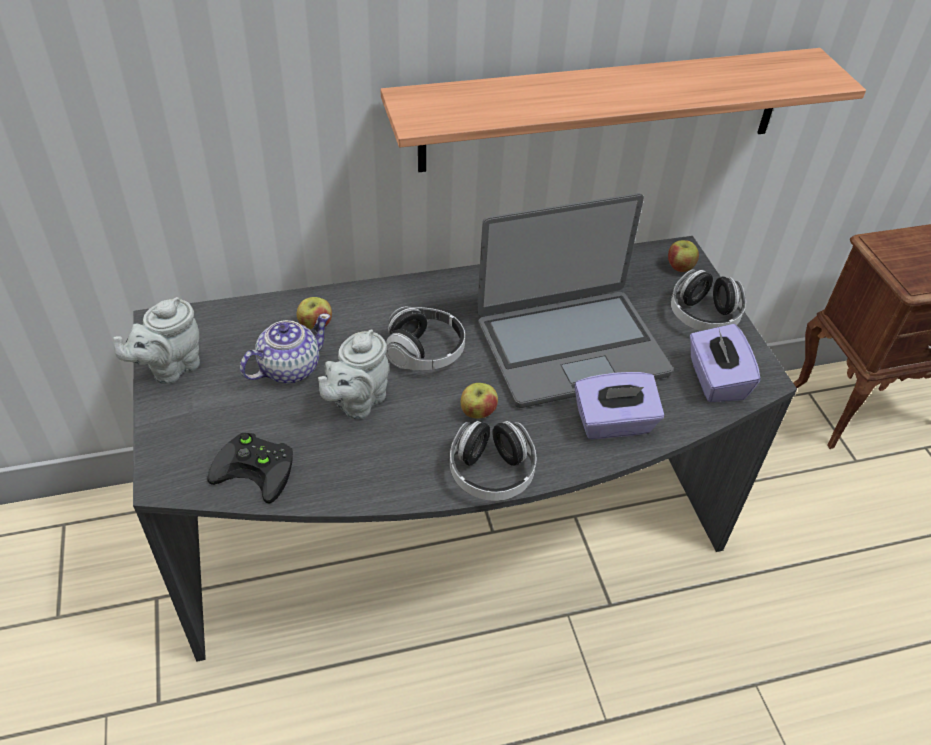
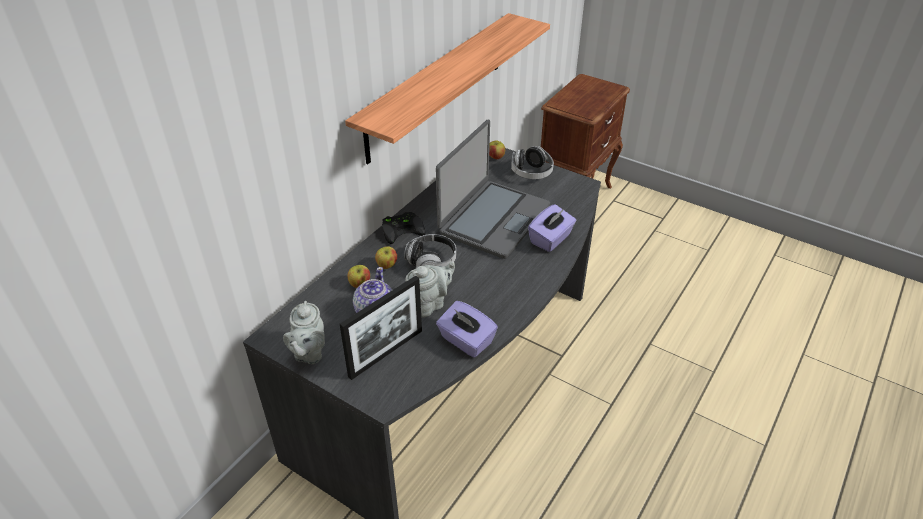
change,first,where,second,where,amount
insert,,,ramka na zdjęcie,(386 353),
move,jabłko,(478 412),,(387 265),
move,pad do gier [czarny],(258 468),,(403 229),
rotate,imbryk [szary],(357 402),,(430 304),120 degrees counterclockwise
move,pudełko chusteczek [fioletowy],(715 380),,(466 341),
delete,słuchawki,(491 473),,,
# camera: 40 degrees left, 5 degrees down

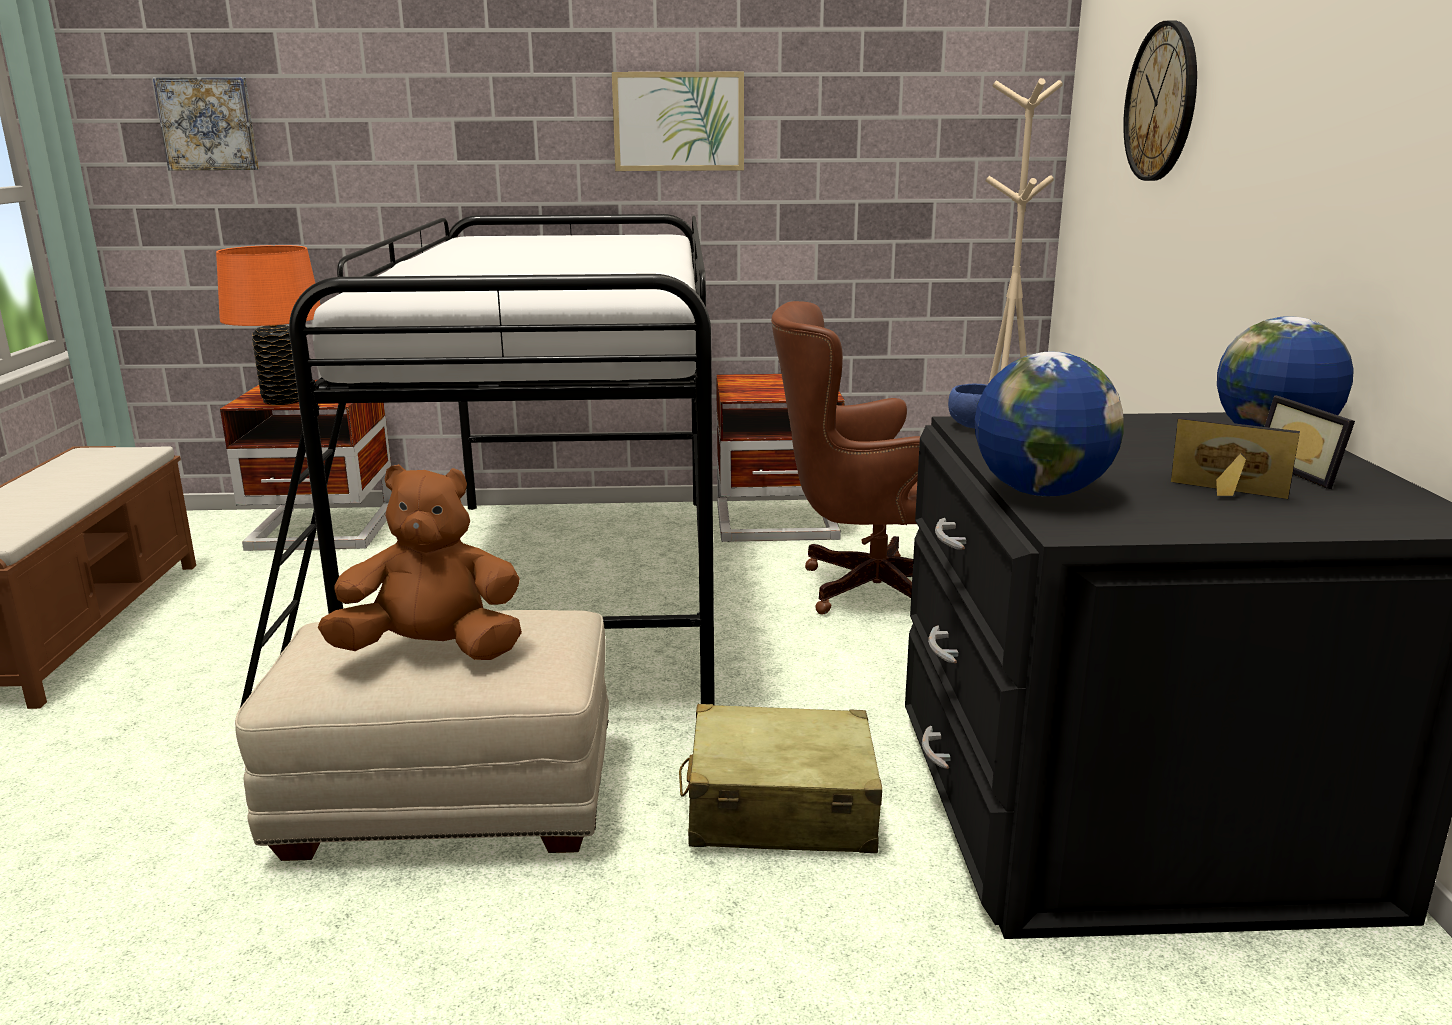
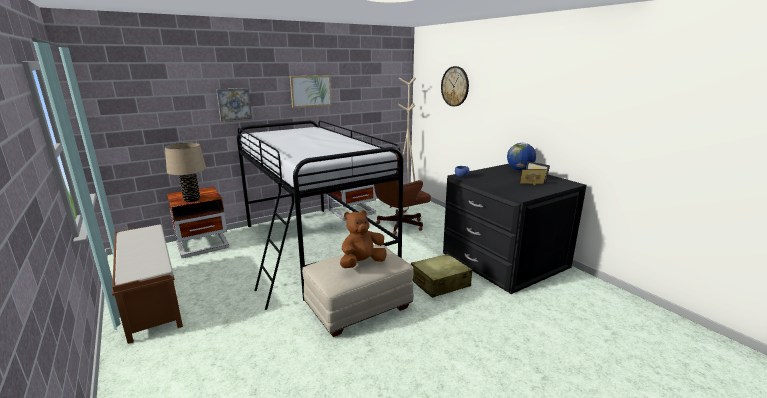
change,first,where,second,where,amount
recolor,lampa stołowa [pomarańczowy],(284 400),lampa stołowa [beżowy],(192 200),
move,obraz,(208 124),,(234 104),
delete,globus,(1040 493),,,
# camera: 30 degrees left, 0 degrees up

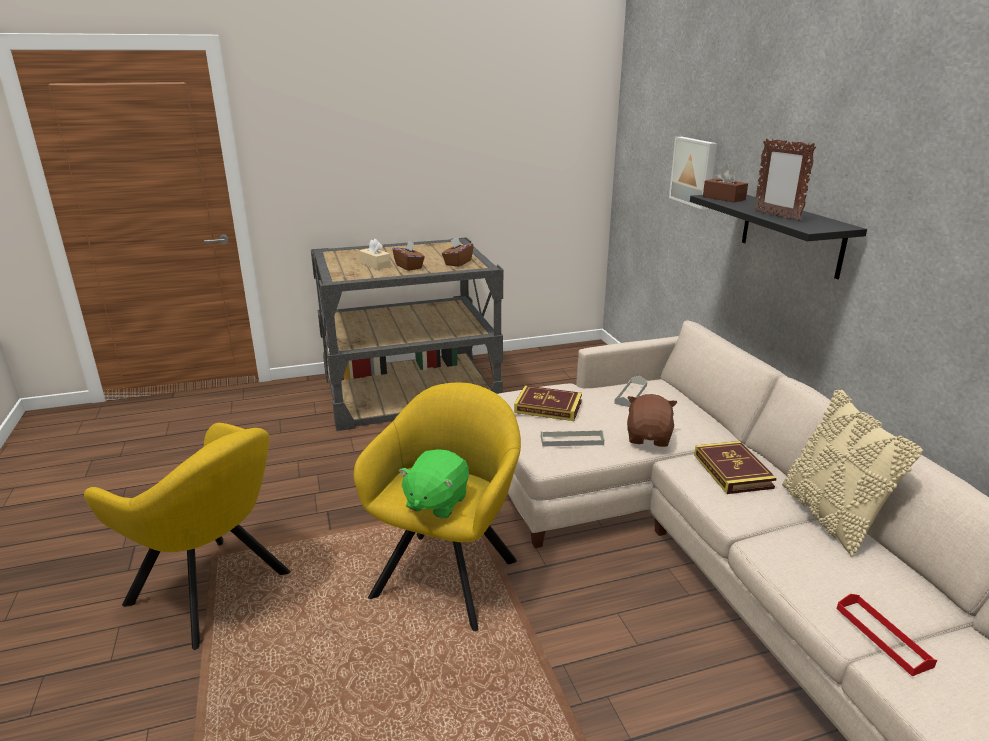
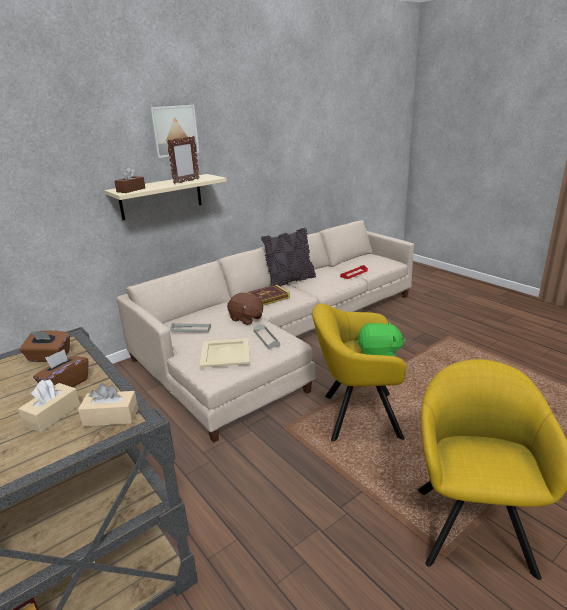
change,first,where,second,where,amount
insert,,,pudełko chusteczek [beżowy],(111 417),
recolor,półka [czarny],(791 234),półka [beżowy],(161 196),
move,obraz,(694 172),,(173 130),
replace,książka,(548 407),taca [beżowy],(225 353),
rotate,pluszak [brązowy],(649 437),,(246 318),135 degrees counterclockwise
recolor,poduszka [beżowy],(830 517),poduszka [czarny],(290 281),
# camera: 110 degrees left, 0 degrees up

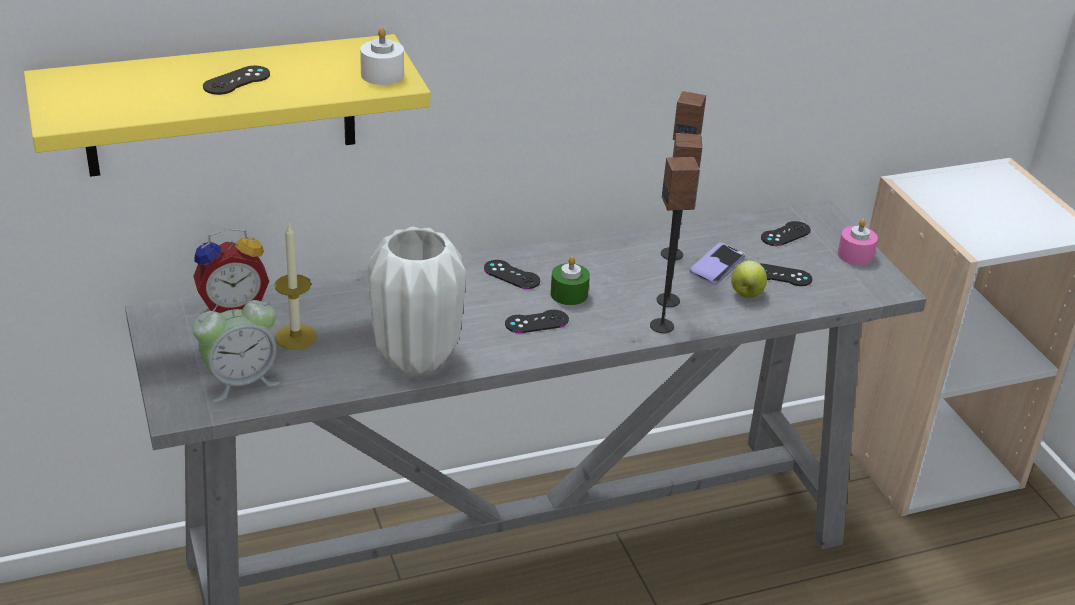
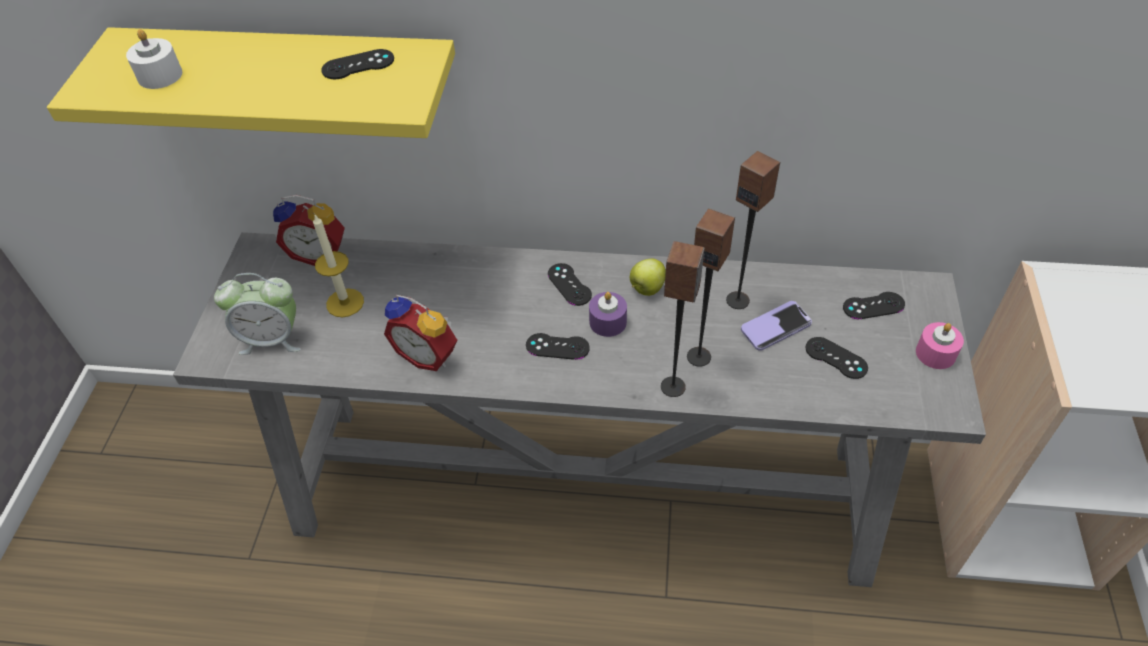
change,first,where,second,where,amount
move,świeca [biały],(382 75),,(160 75),
move,pad do gier [czarny],(236 81),,(358 65),
replace,wazon [biały],(417 356),budzik,(429 354),
recolor,świeca [zielony],(569 294),świeca [fioletowy],(608 322),
move,jabłko,(746 294),,(646 289),
# camera: 30 degrees right, 15 degrees up

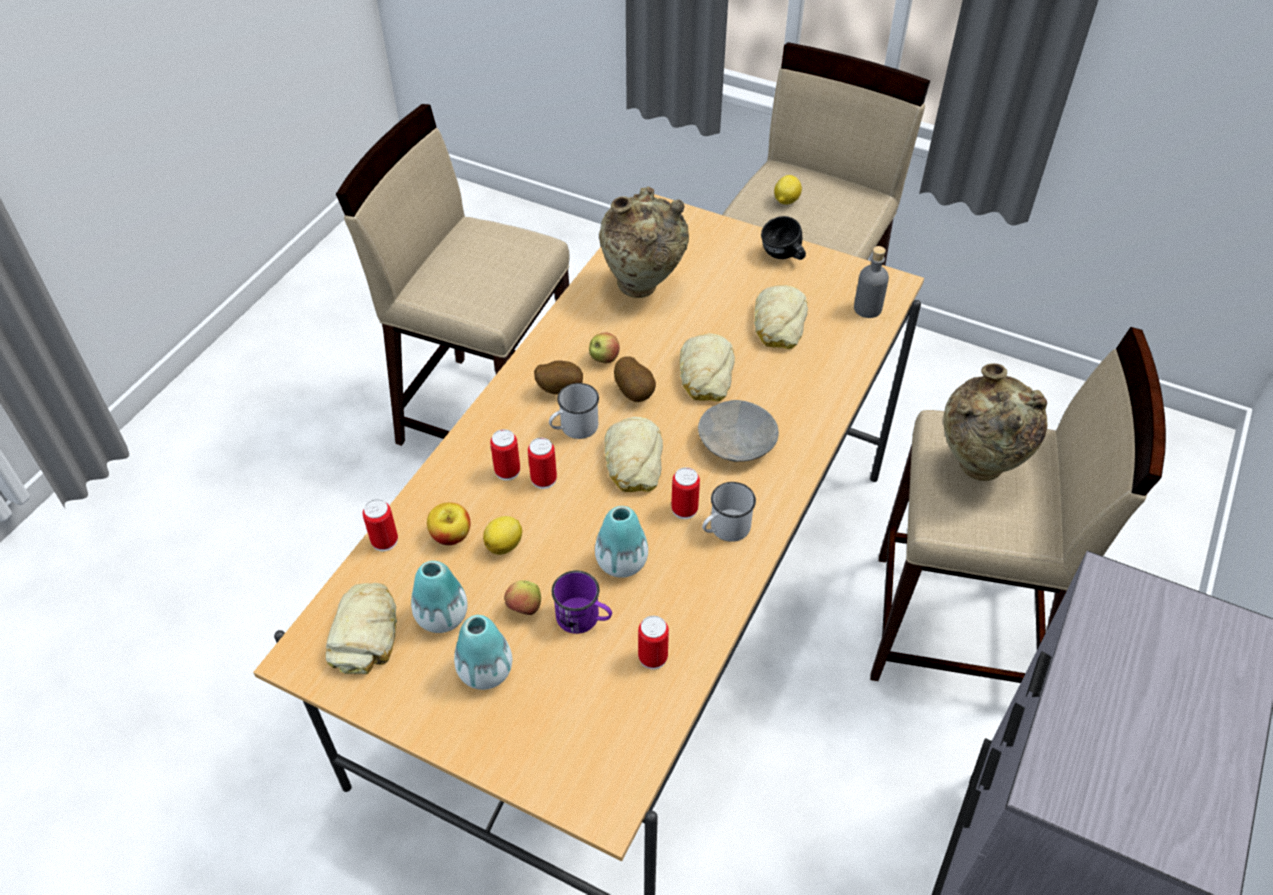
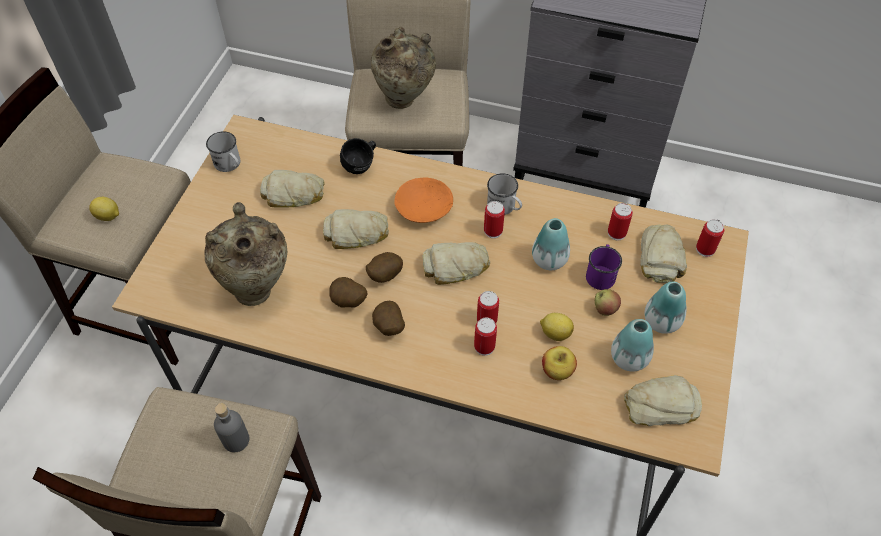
change,first,where,second,where,amount
move,kubek [biały],(574 428),,(230 165),
move,butelka [szary],(867 308),,(236 440),
replace,jabłko,(604 359),ziemniak,(348 302),
move,kubek [czarny],(782 257),,(362 166),
recolor,miska [szary],(736 443),miska [pomarańczowy],(424 208),
insert,,,chleb,(661 257),
move,puszka,(384 541),,(705 249),
# camera: 100 degrees left, 5 degrees up

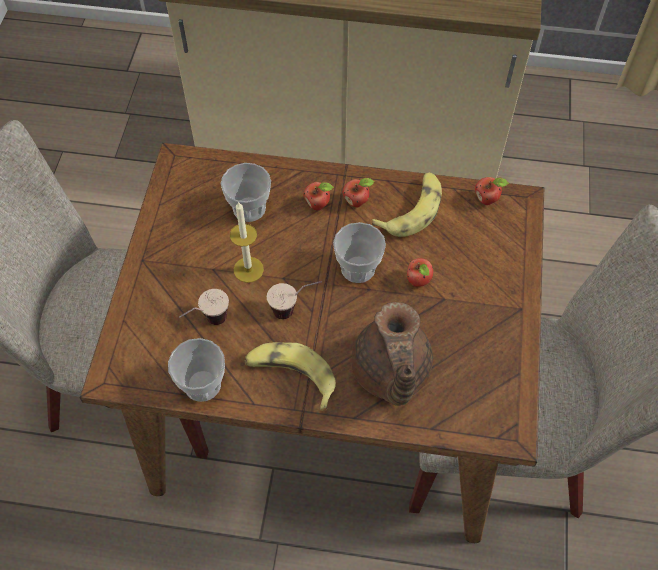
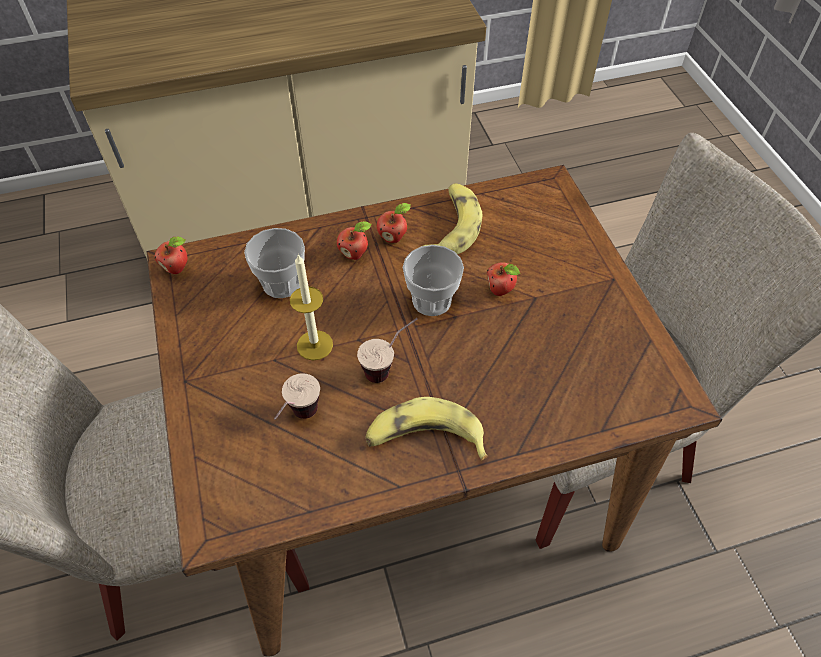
change,first,where,second,where,amount
move,jabłko,(487 200),,(178 268),
delete,filiżanka,(202 384),,,
delete,imbryk [brązowy],(390 373),,,
# camera: 25 degrees left, 5 degrees down

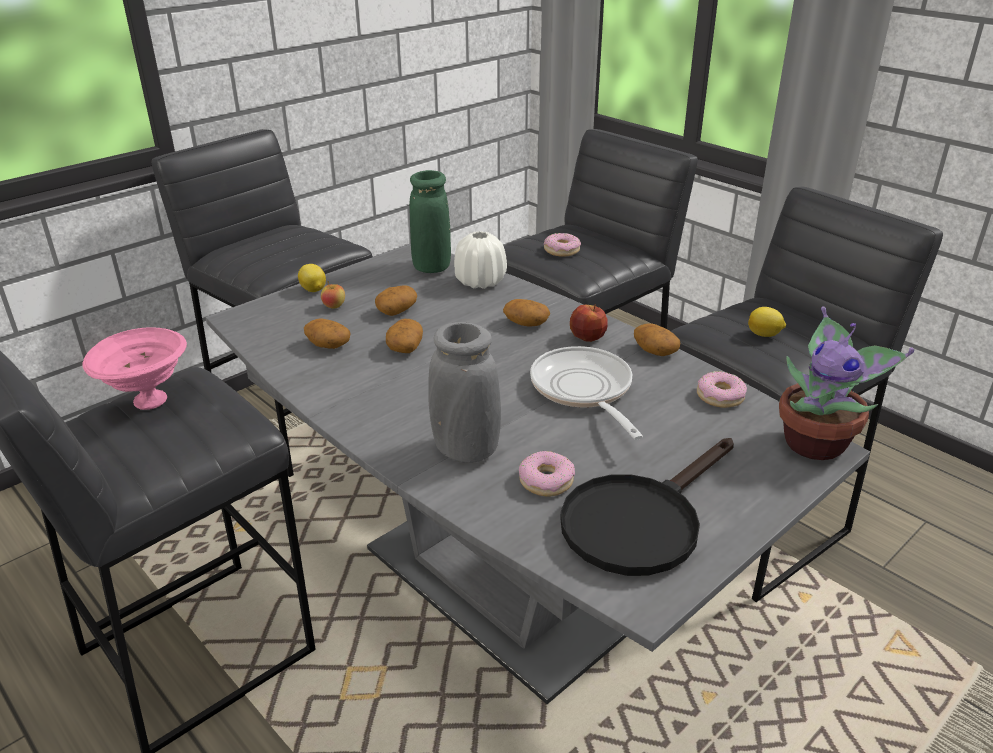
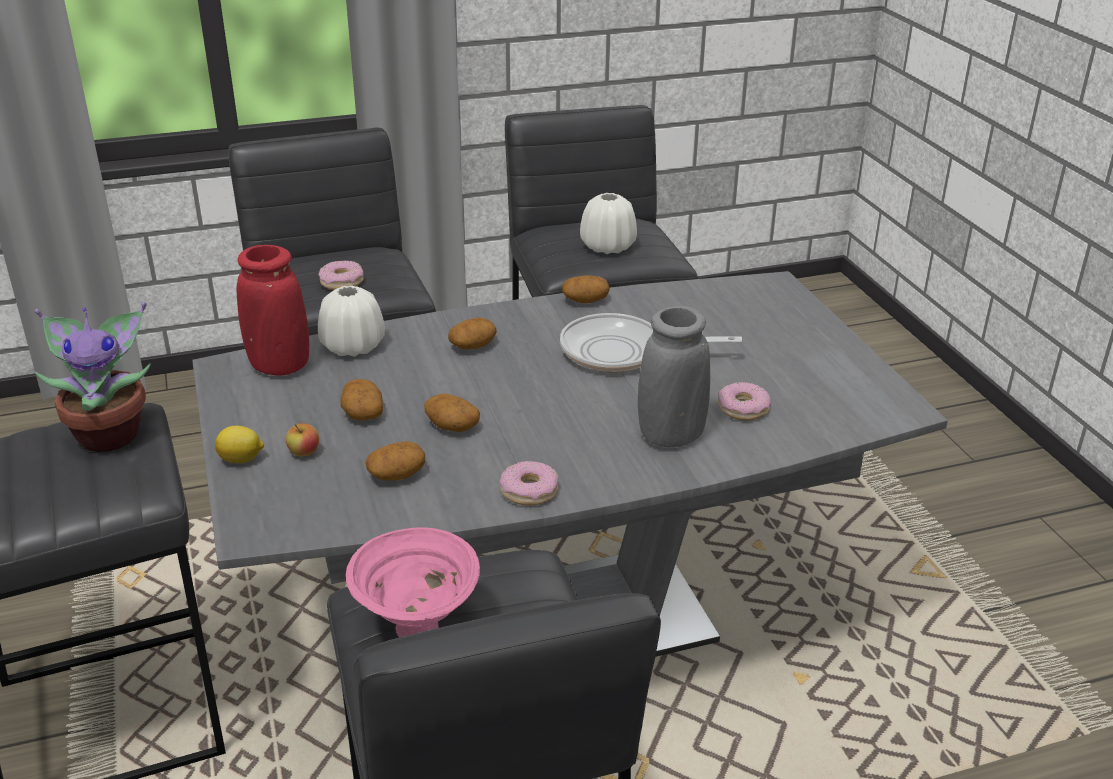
change,first,where,second,where,amount
move,roślina doniczkowa,(817 443),,(111 433),
recolor,wazon [zielony],(431 267),wazon [czerwony],(279 366),
move,donut,(720 396),,(529 491),
replace,cytryna,(764 335),wazon [biały],(607 247),
delete,patelnia [czarny],(640 520),,,
delete,jabłko,(587 337),,,
# camera: 65 degrees left, 0 degrees up

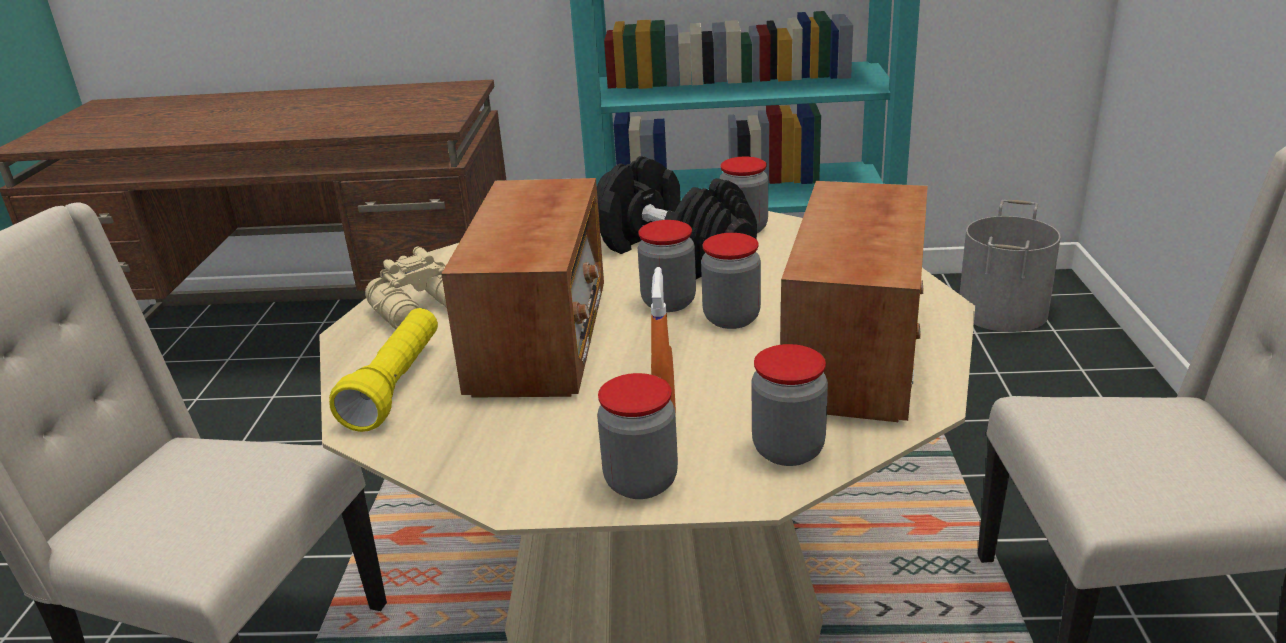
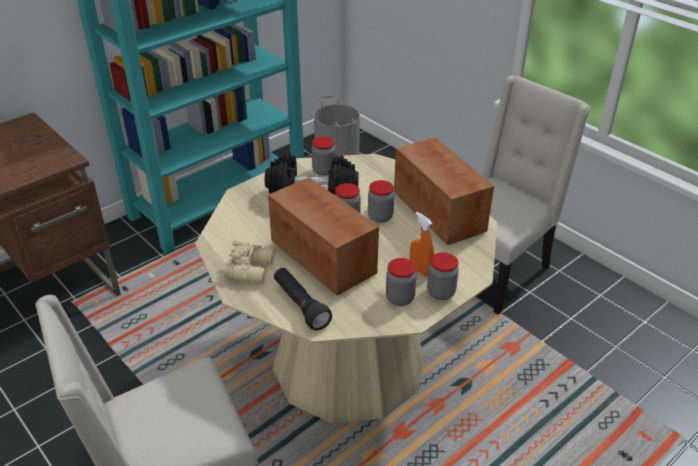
change,first,where,second,where,amount
recolor,latarka [żółty],(396 385),latarka [czarny],(300 306),
move,słoik,(788 450),,(400 298),
# camera: 45 degrees left, 10 degrees up

